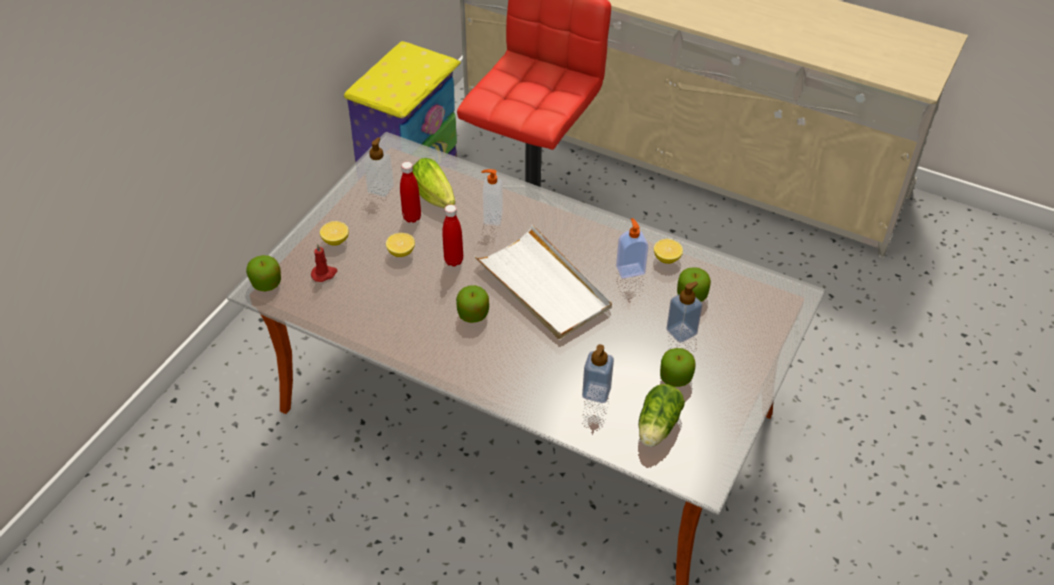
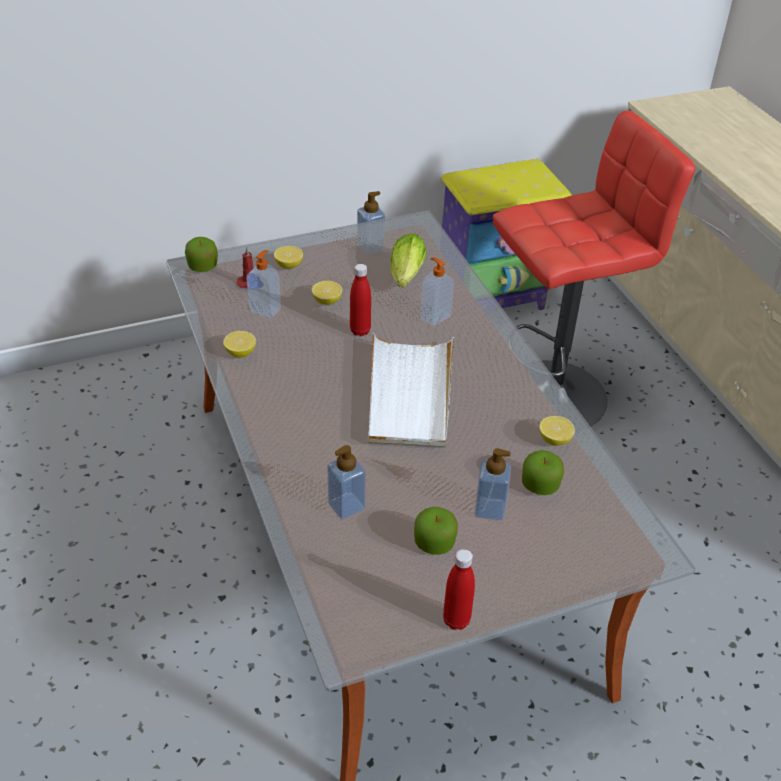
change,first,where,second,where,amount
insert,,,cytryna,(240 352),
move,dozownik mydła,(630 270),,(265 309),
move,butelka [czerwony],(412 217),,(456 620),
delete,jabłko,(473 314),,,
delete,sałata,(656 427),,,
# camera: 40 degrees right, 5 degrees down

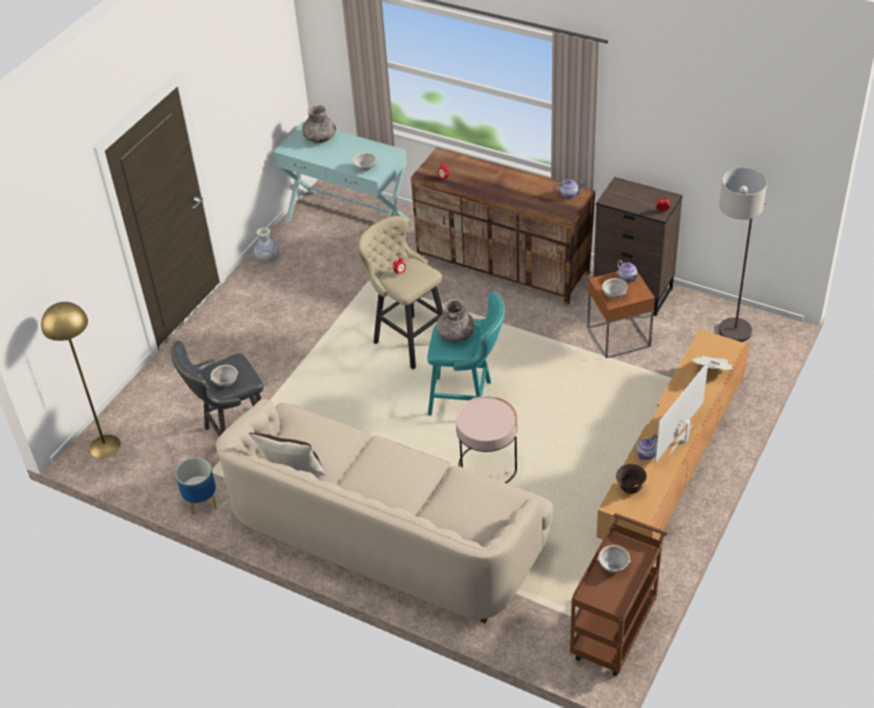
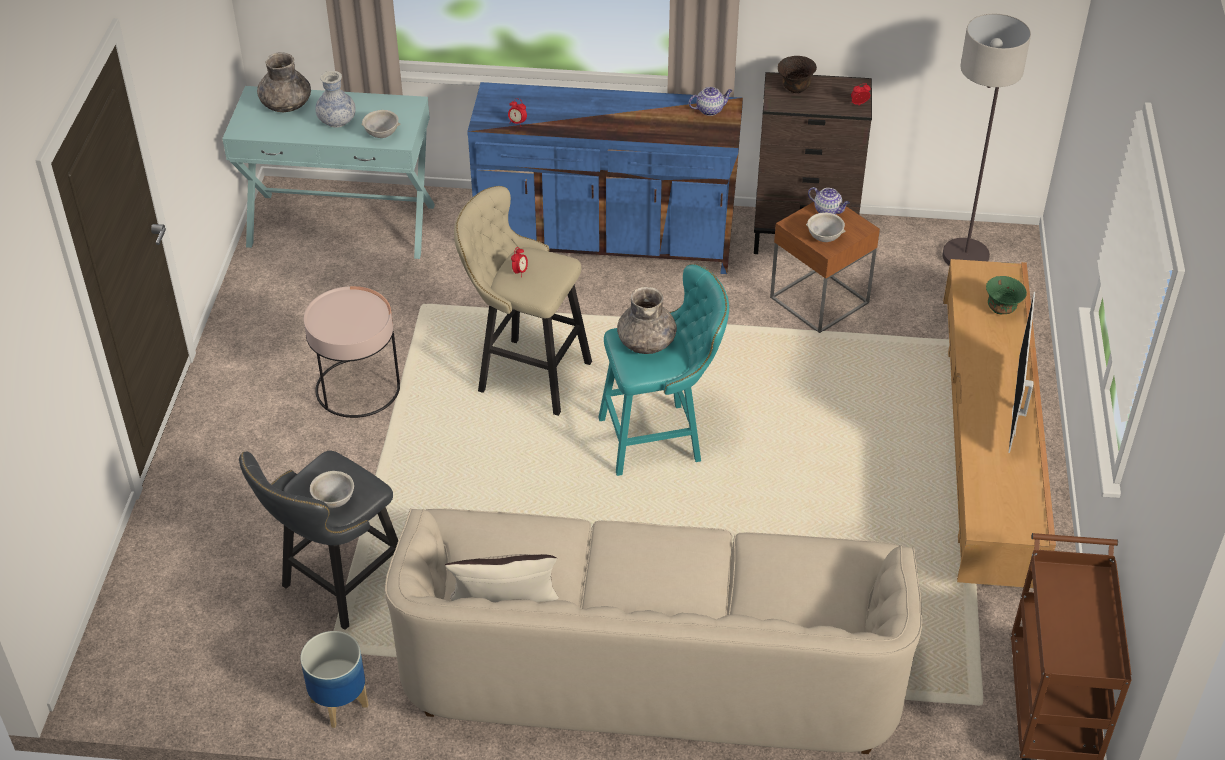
change,first,where,second,where,amount
move,stolik [różowy],(487 465),,(357 388),
move,wazon,(267 257),,(337 121),
recolor,szafka [brązowy],(503 267),szafka [niebieski],(607 242),
move,miska [brązowy],(630 489),,(795 89),
replace,gazeta,(713 370),miska [zielony],(1001 309),
delete,lampa stojąca [żółty],(104 446),,,
delete,miska [szary],(613 567),,,
delete,imbryk,(646 455),,,
# camera: 25 degrees left, 0 degrees up

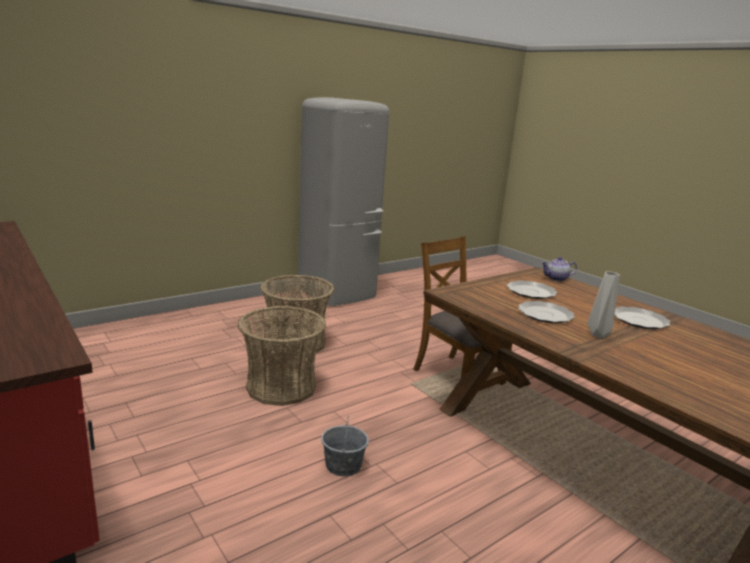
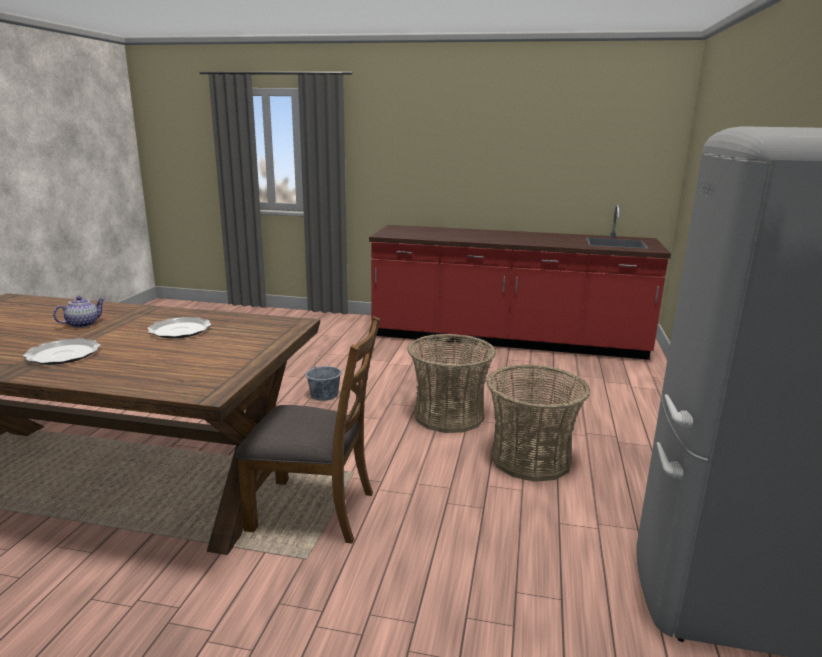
change,first,where,second,where,amount
move,imbryk,(556 279),,(83 324),
delete,talerz,(530 292),,,
delete,wazon [szary],(597 335),,,
# camera: 140 degrees right, 0 degrees up

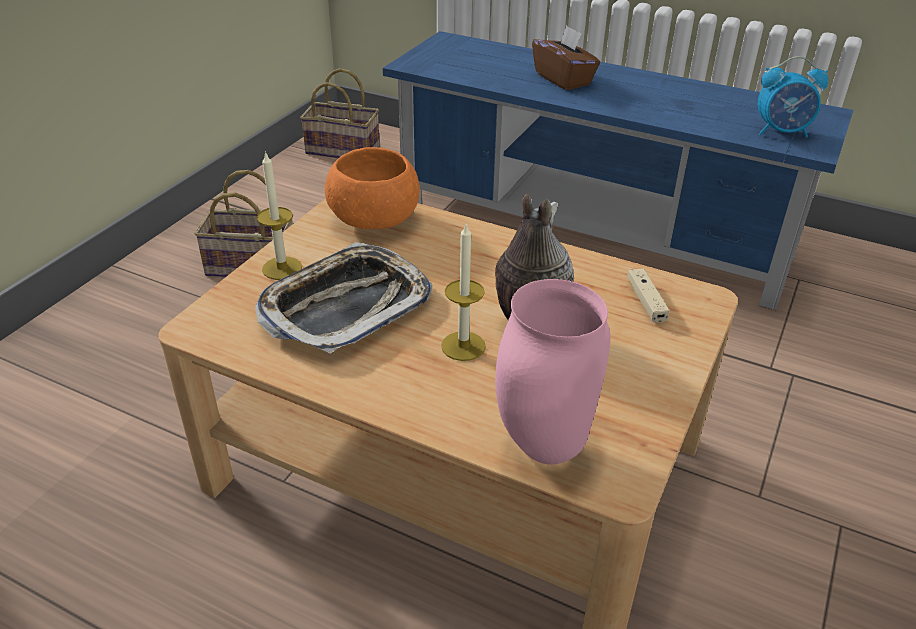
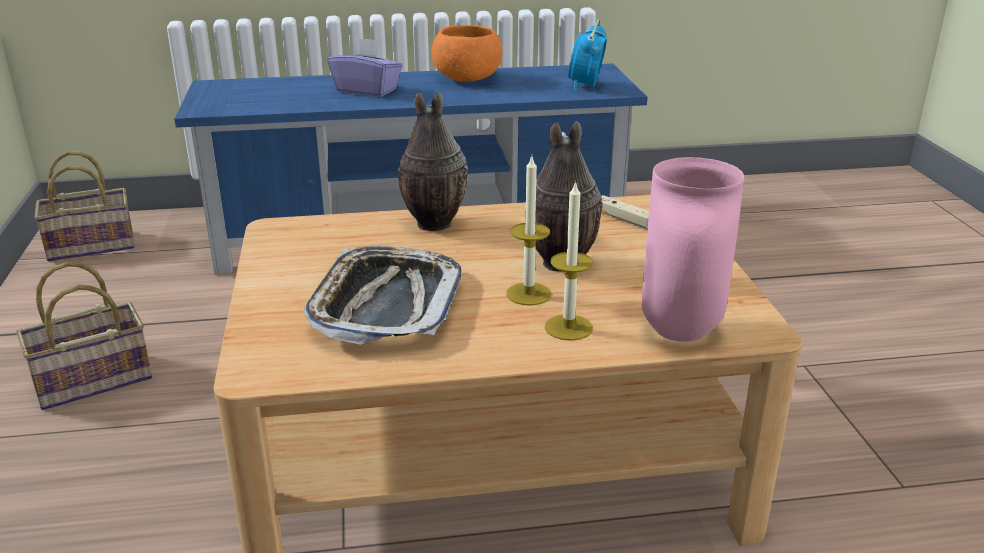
change,first,where,second,where,amount
recolor,pudełko chusteczek [brązowy],(563 79),pudełko chusteczek [fioletowy],(367 90),
insert,,,wazon,(432 224),
move,miska [pomarańczowy],(374 220),,(467 79),
move,świeca,(282 268),,(568 327),
rotate,budzik,(782 132),,(585 86),135 degrees clockwise
# camera: 35 degrees left, 10 degrees down

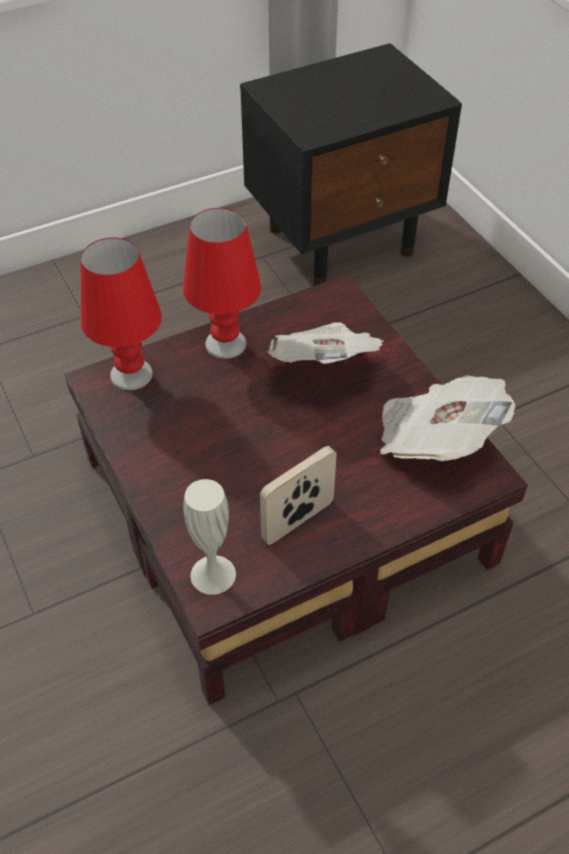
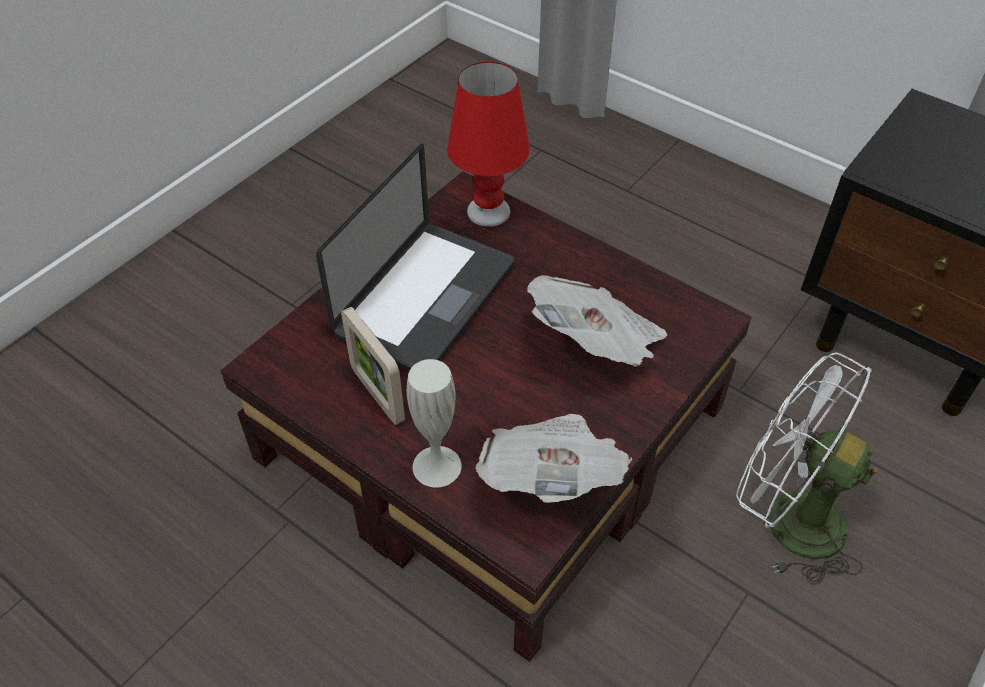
change,first,where,second,where,amount
insert,,,laptop,(426 299),
rotate,ramka na zdjęcie,(298 521),,(377 395),150 degrees counterclockwise
move,wazon [biały],(213 574),,(437 466),
insert,,,wentylator [biały],(787 519),
delete,lampa stołowa [czerwony],(225 343),,,
# camera: 65 degrees right, 0 degrees up

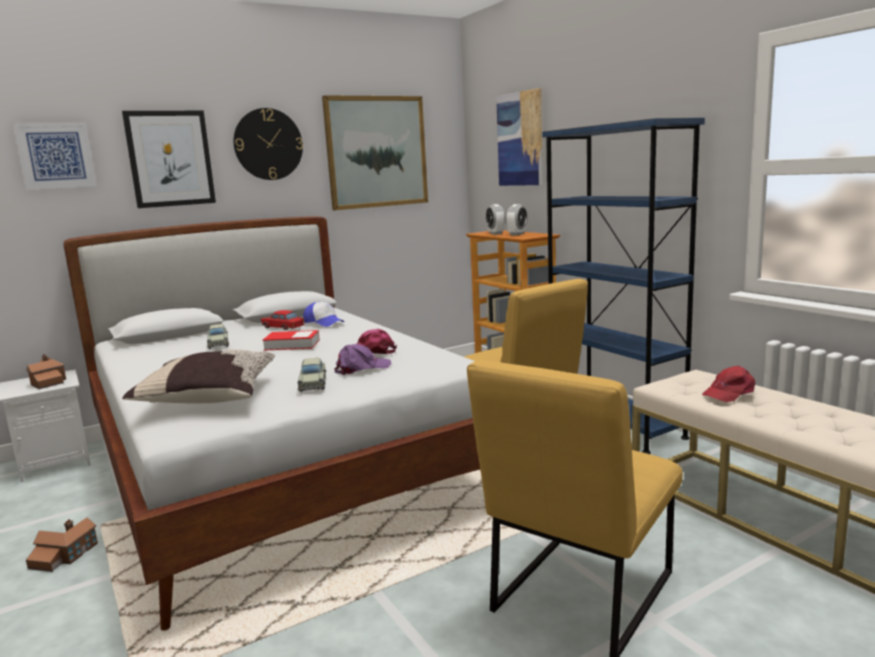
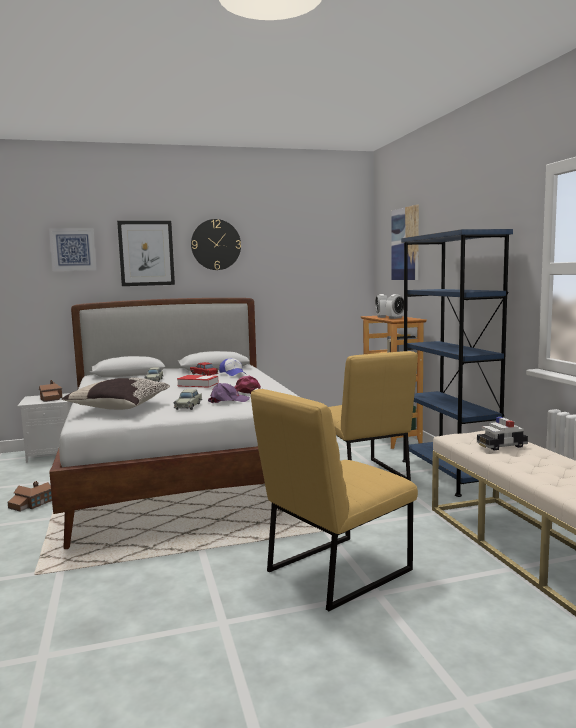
change,first,where,second,where,amount
replace,czapka z daszkiem [czerwony],(729 393),samochodzik,(501 445),
delete,obraz,(376 152),,,
# camera: 15 degrees right, 5 degrees down

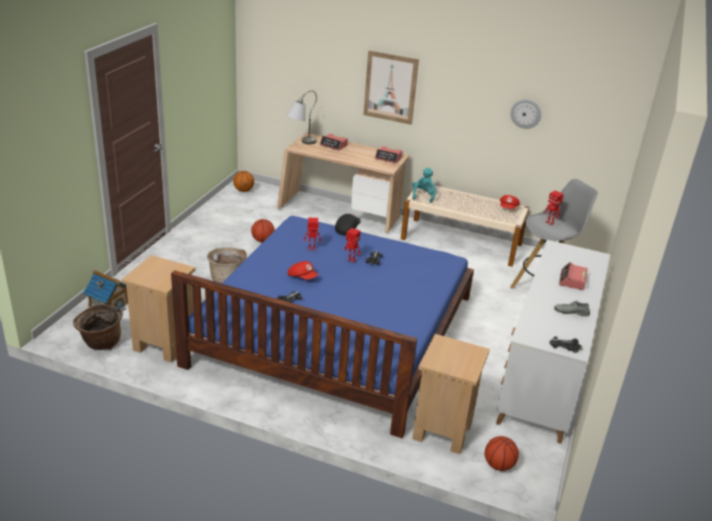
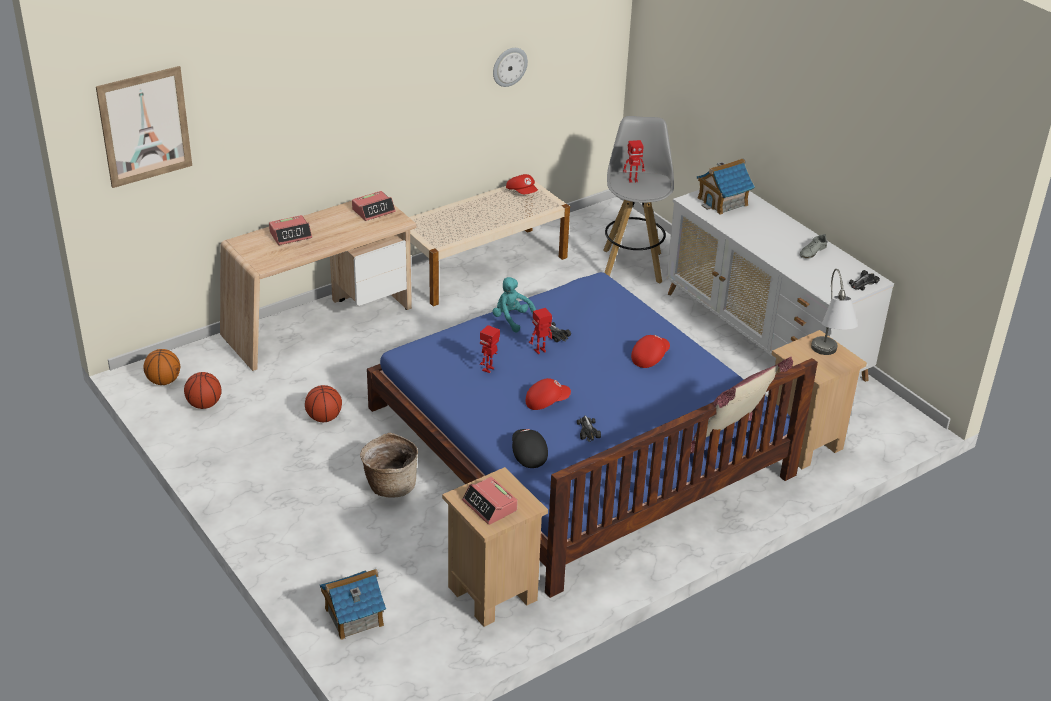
change,first,where,second,where,amount
move,obraz,(390 87),,(145 126),
move,piłka do koszykówki,(499 465),,(204 404),
move,budzik,(572 280),,(490 506),
move,pluszak [turkusowy],(423 196),,(512 319),
move,czapka z daszkiem [czarny],(347 229),,(527 454),
insert,,,czapka z daszkiem [czerwony],(649 357),
insert,,,poduszka [czerwony],(733 446),
insert,,,domek,(723 201),
move,lampa stołowa [szary],(300 143),,(828 358),
delete,koszyk,(101 343),,,
# camera: 55 degrees left, 5 degrees up

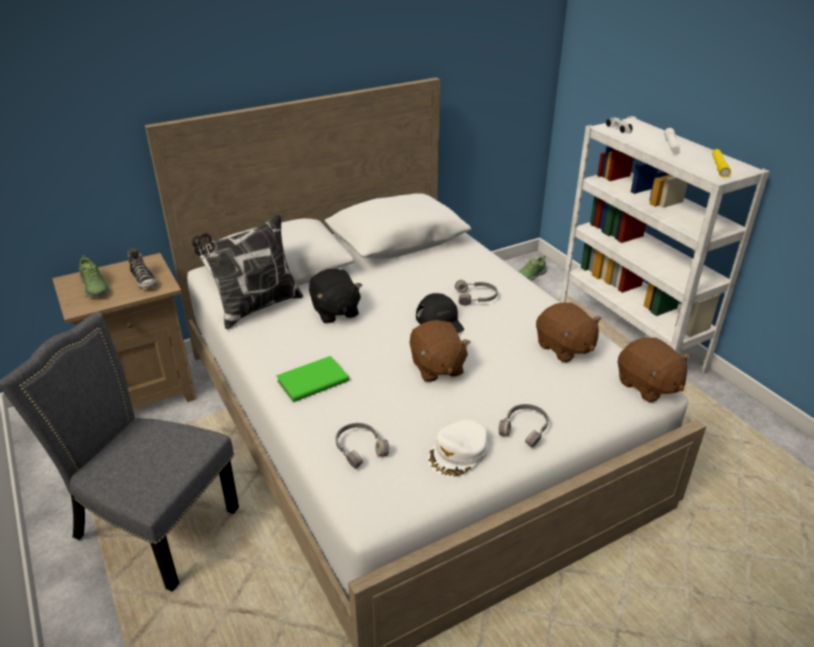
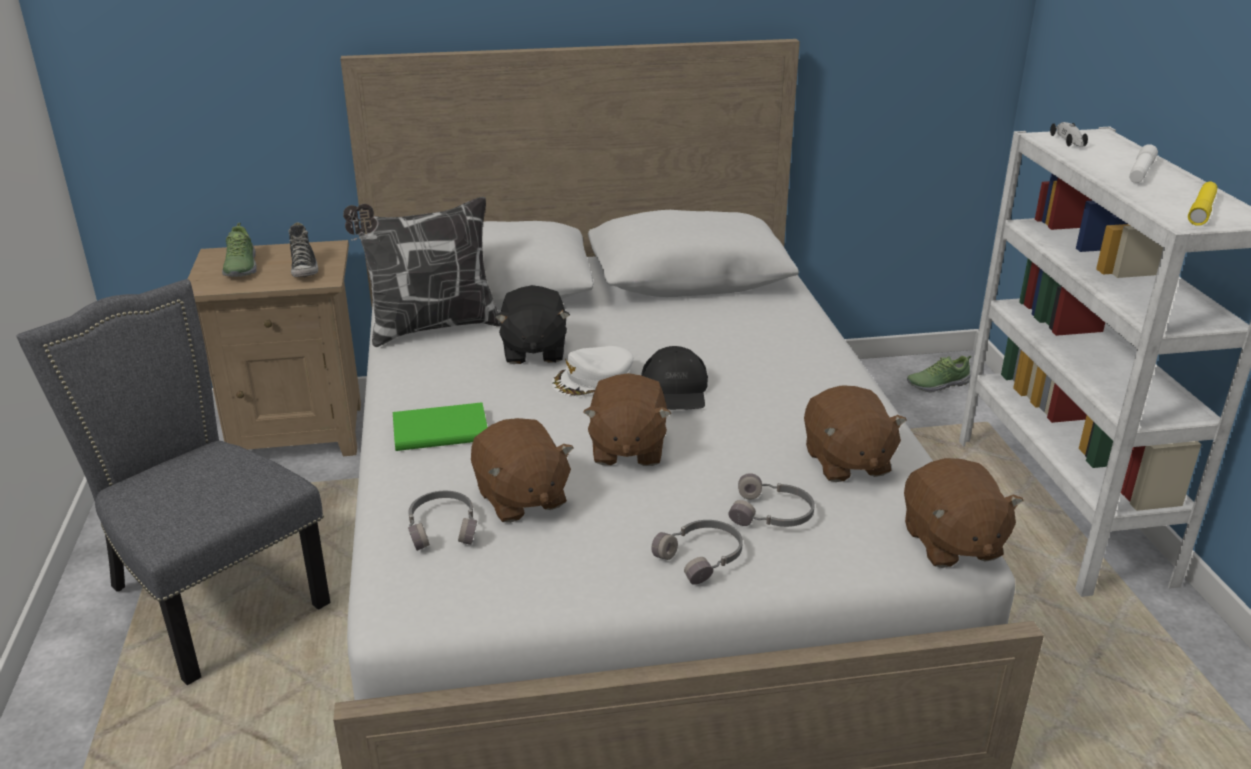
change,first,where,second,where,amount
insert,,,pluszak [brązowy],(520 498),
move,czapka z daszkiem [biały],(458 453),,(593 379),
move,słuchawki [szary],(476 297),,(772 514),
# camera: 20 degrees right, 5 degrees down

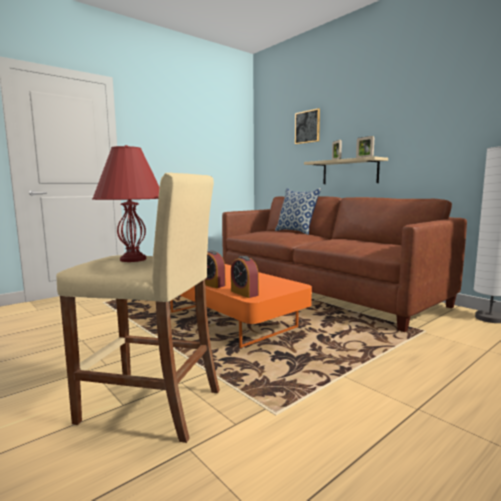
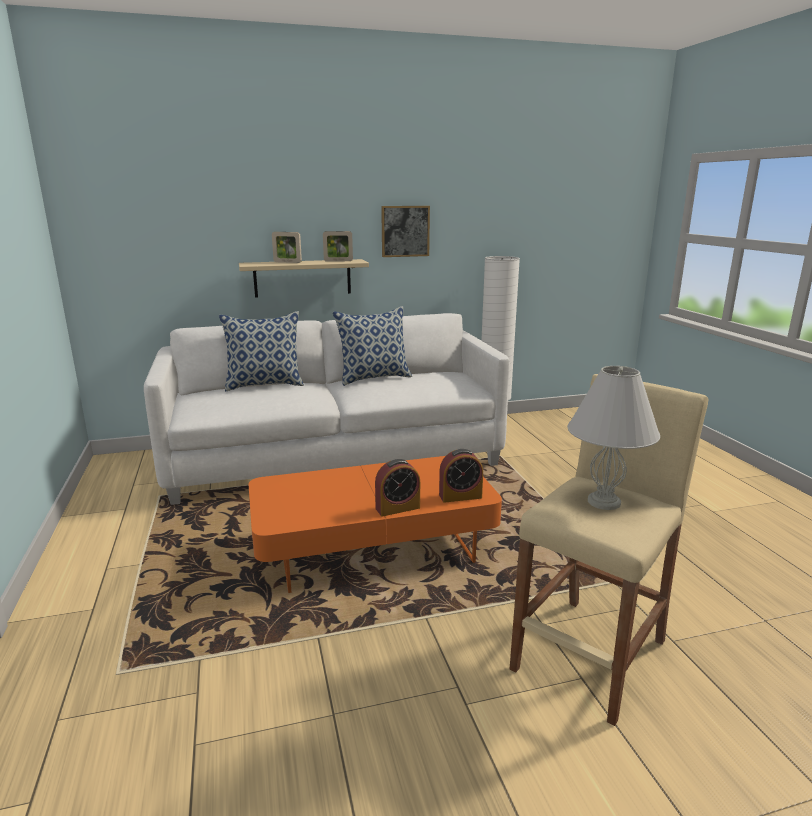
change,first,where,second,where,amount
recolor,kanapa [brązowy],(324 291),kanapa [biały],(334 457),
insert,,,poduszka,(374 378),
move,obraz,(307 127),,(405 231),
recolor,lampa stołowa [czerwony],(133 259),lampa stołowa [biały],(604 502),
# camera: 65 degrees left, 10 degrees up

